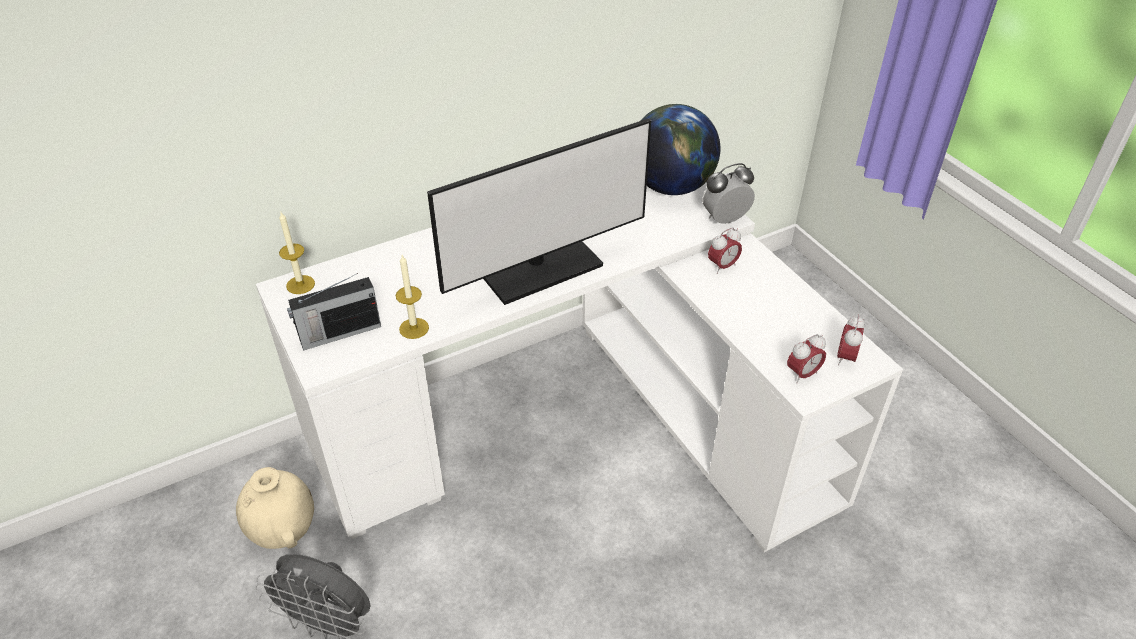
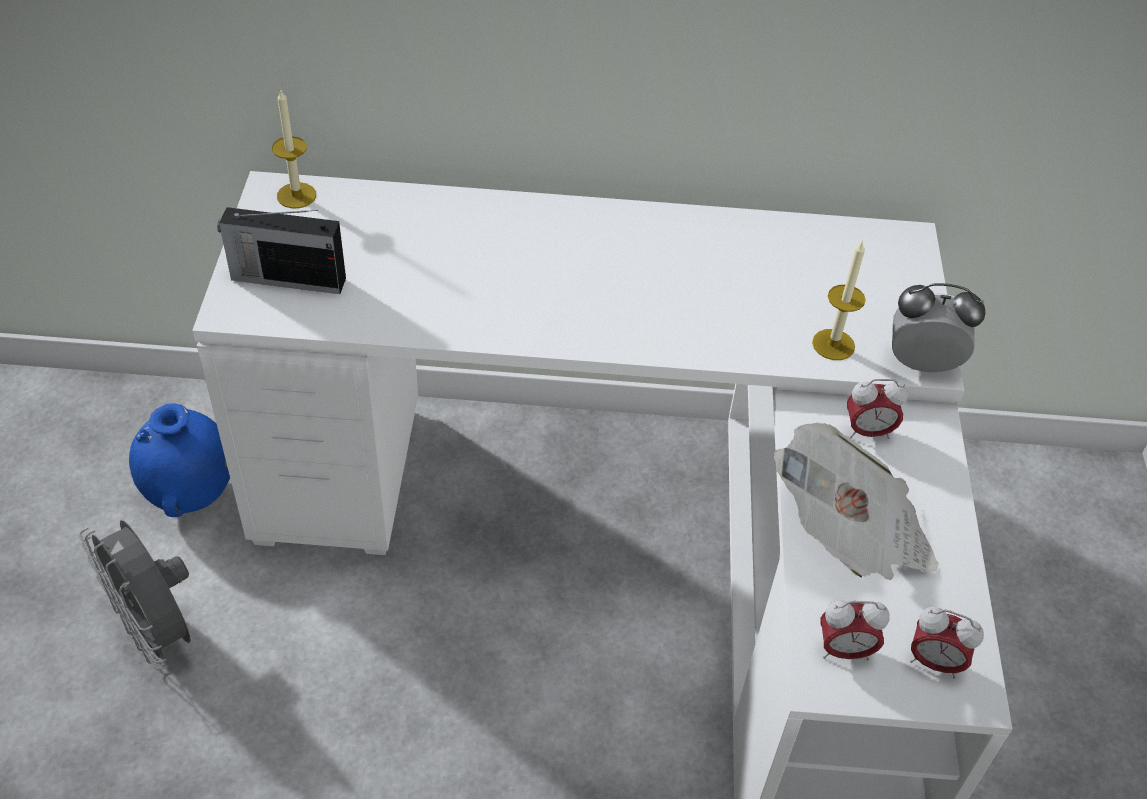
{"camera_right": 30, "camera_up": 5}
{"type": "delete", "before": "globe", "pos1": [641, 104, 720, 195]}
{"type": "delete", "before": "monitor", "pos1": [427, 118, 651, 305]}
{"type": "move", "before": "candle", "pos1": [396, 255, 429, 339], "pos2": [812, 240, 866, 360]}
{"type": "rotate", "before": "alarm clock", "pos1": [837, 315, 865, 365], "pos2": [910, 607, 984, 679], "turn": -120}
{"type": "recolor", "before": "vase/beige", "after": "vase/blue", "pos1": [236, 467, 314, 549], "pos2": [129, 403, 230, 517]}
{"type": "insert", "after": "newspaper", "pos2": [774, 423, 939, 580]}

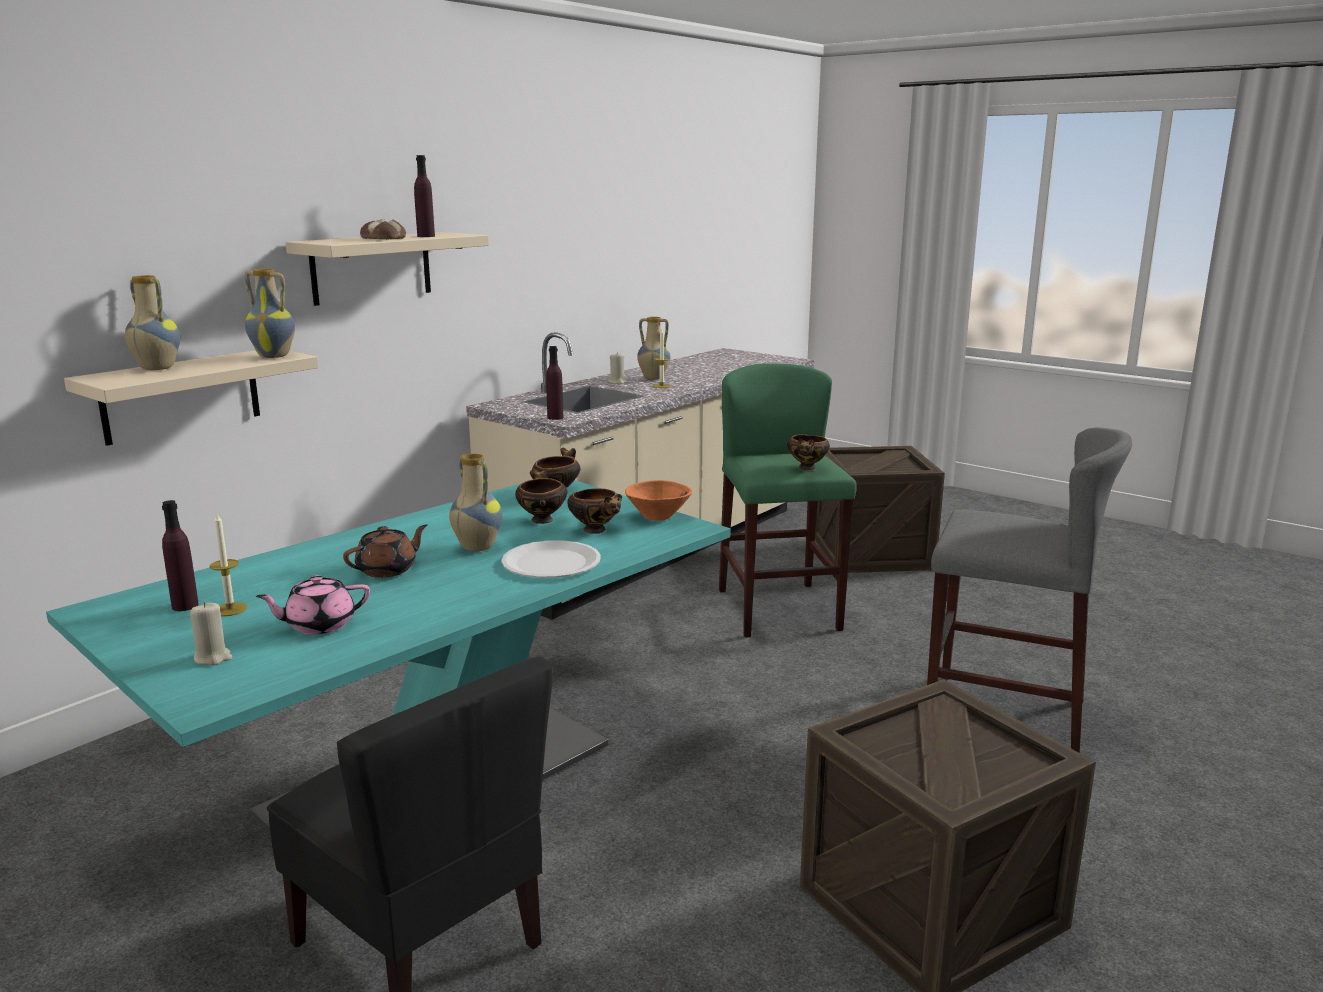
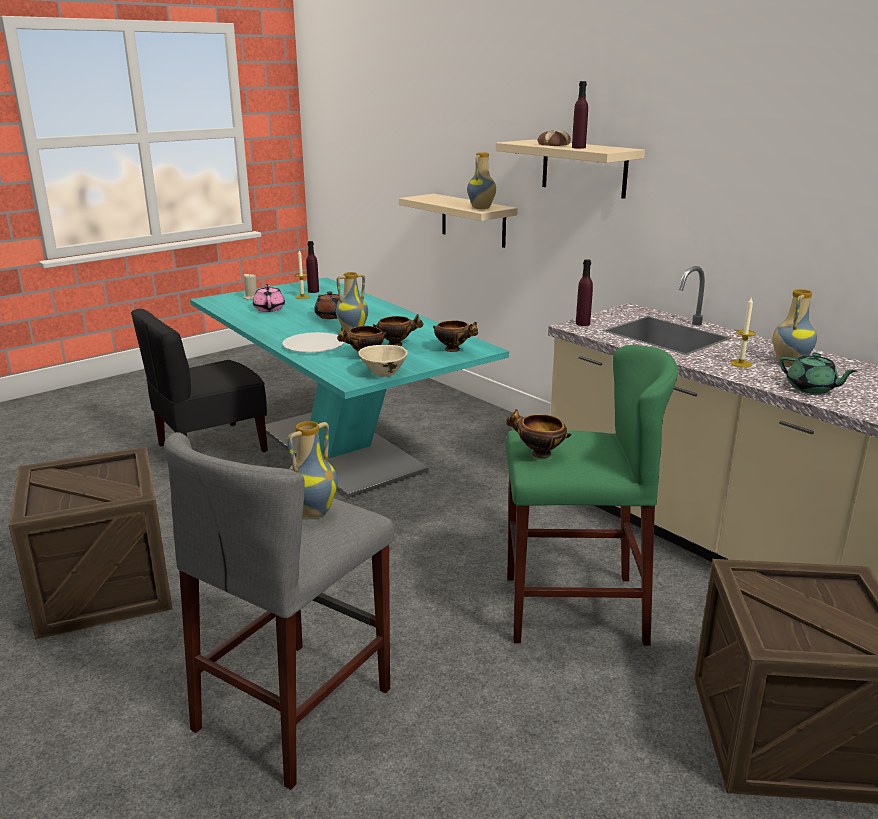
{"camera_right": 100, "camera_up": 5}
{"type": "move", "before": "vase", "pos1": [125, 275, 180, 370], "pos2": [287, 421, 338, 518]}
{"type": "delete", "before": "candle/beige", "pos1": [608, 352, 628, 384]}
{"type": "recolor", "before": "bowl/orange", "after": "bowl/beige", "pos1": [625, 480, 692, 521], "pos2": [358, 345, 408, 377]}
{"type": "insert", "after": "teapot/green", "pos2": [779, 353, 857, 394]}

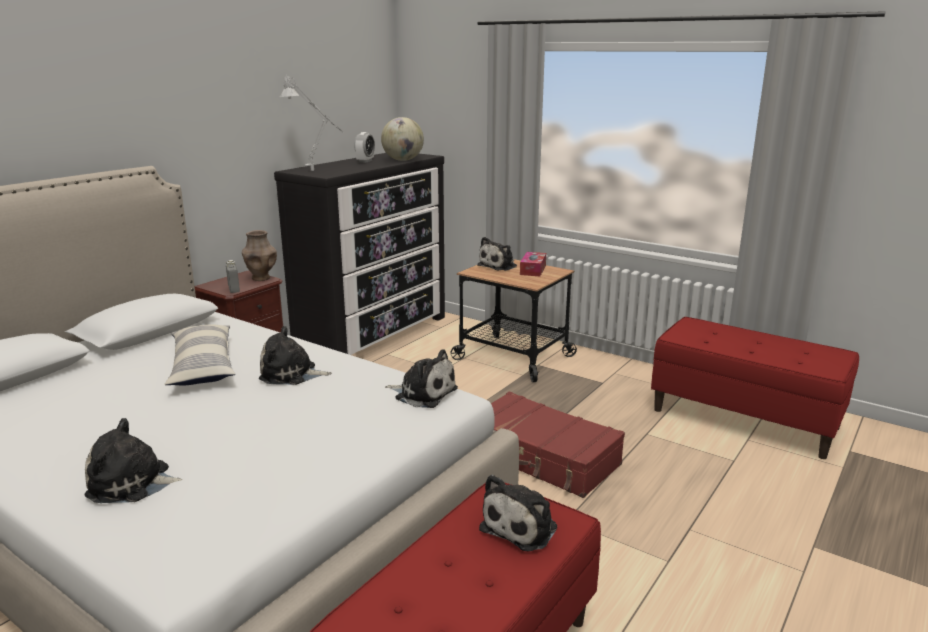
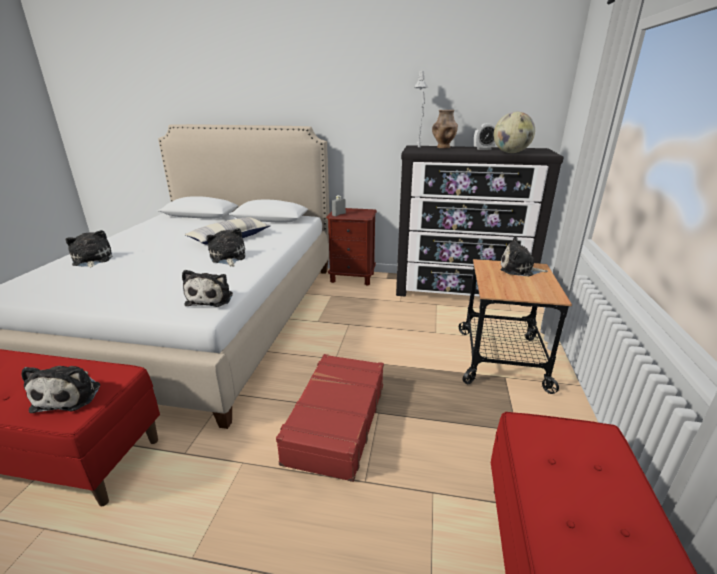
{"camera_right": 65, "camera_up": 5}
{"type": "move", "before": "vase/brown", "pos1": [242, 230, 277, 281], "pos2": [432, 110, 458, 148]}
{"type": "delete", "before": "tissue box", "pos1": [520, 252, 546, 276]}
{"type": "rotate", "before": "plush toy", "pos1": [479, 475, 557, 552], "pos2": [22, 366, 100, 413], "turn": -105}

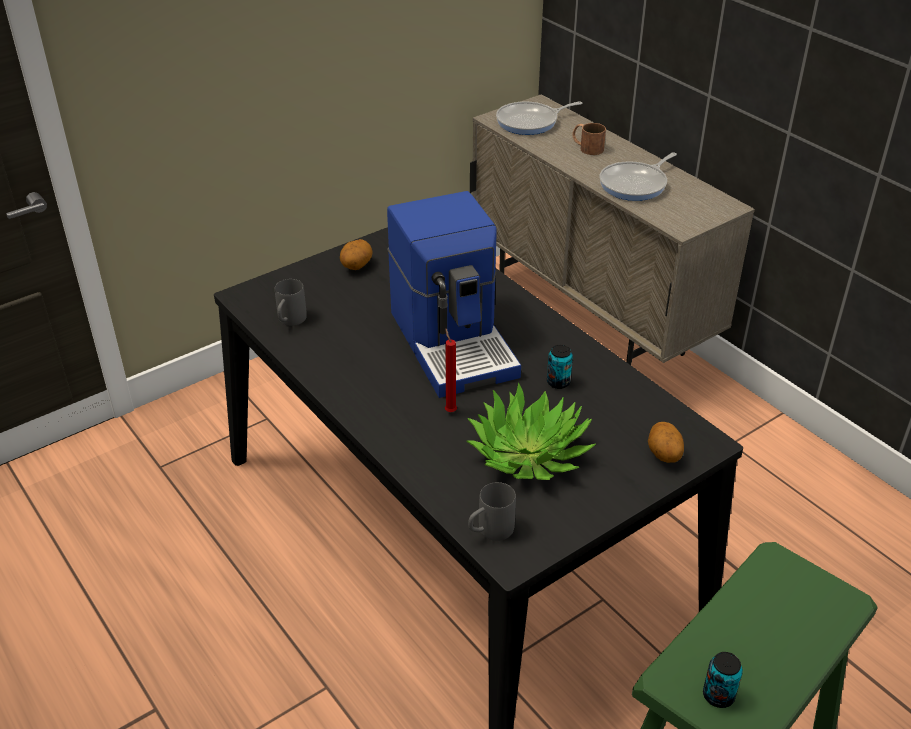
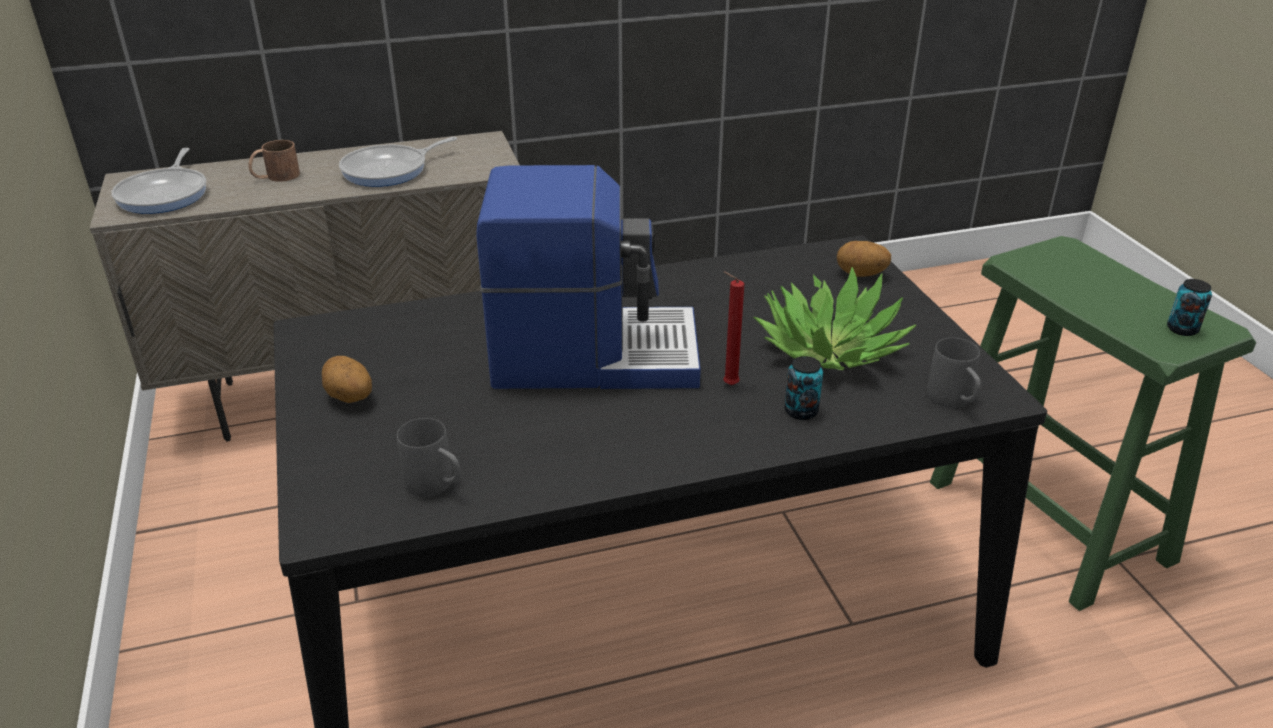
{"camera_right": -70, "camera_up": -5}
{"type": "rotate", "before": "frying pan", "pos1": [599, 152, 677, 201], "pos2": [339, 137, 457, 187], "turn": 75}
{"type": "move", "before": "can", "pos1": [547, 345, 573, 389], "pos2": [785, 356, 823, 420]}

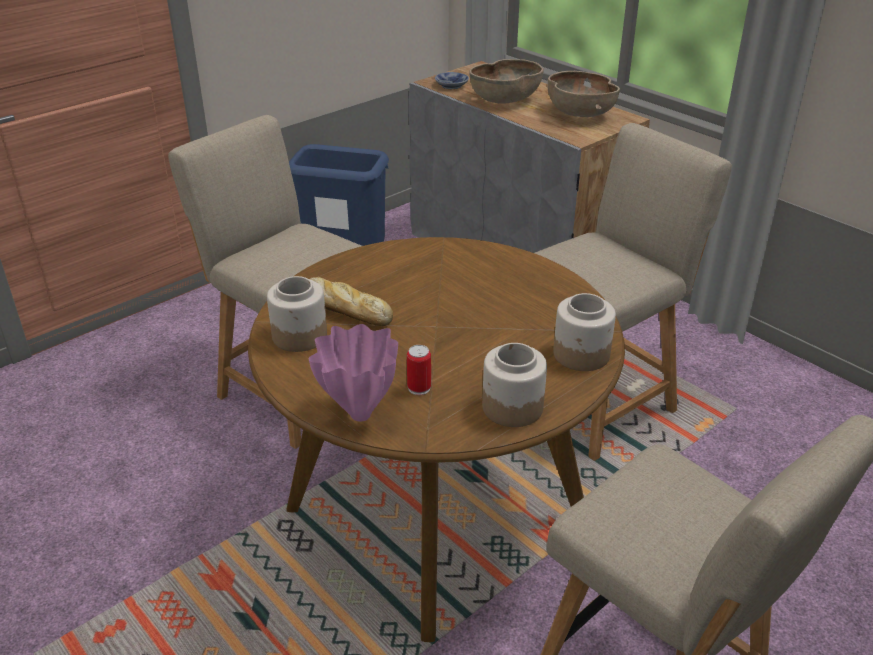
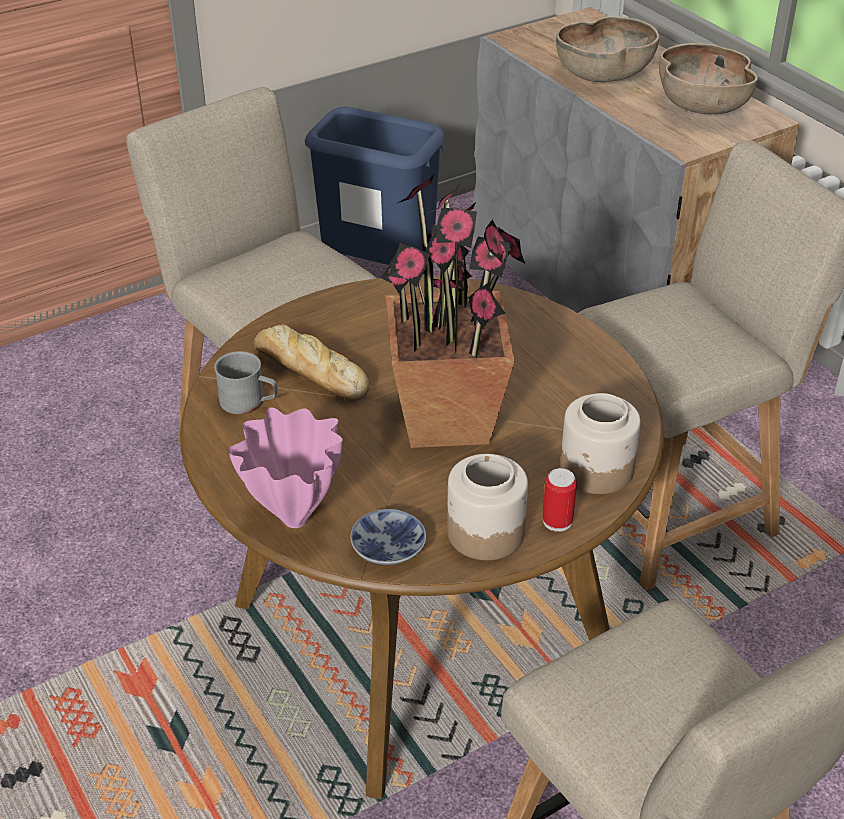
{"camera_right": 10, "camera_up": 5}
{"type": "move", "before": "bowl", "pos1": [435, 72, 469, 89], "pos2": [350, 509, 426, 565]}
{"type": "replace", "before": "jar", "after": "mug/grey", "pos1": [267, 276, 327, 352], "pos2": [214, 351, 277, 414]}
{"type": "move", "before": "can", "pos1": [407, 345, 431, 395], "pos2": [542, 468, 577, 532]}
{"type": "insert", "after": "potted plant", "pos2": [381, 175, 525, 448]}

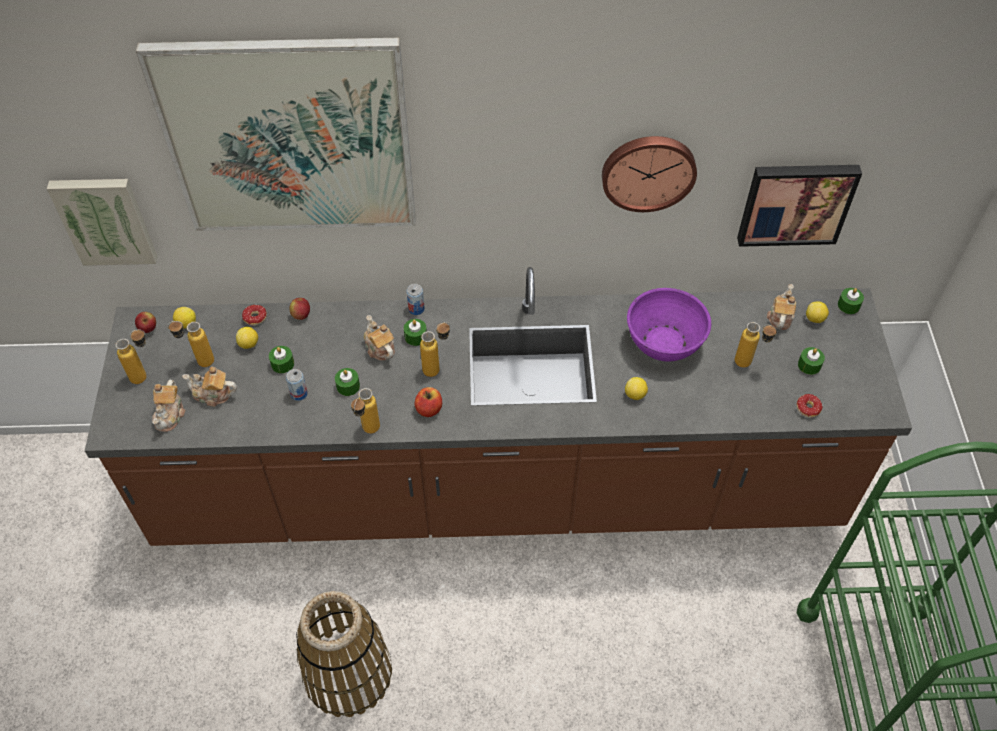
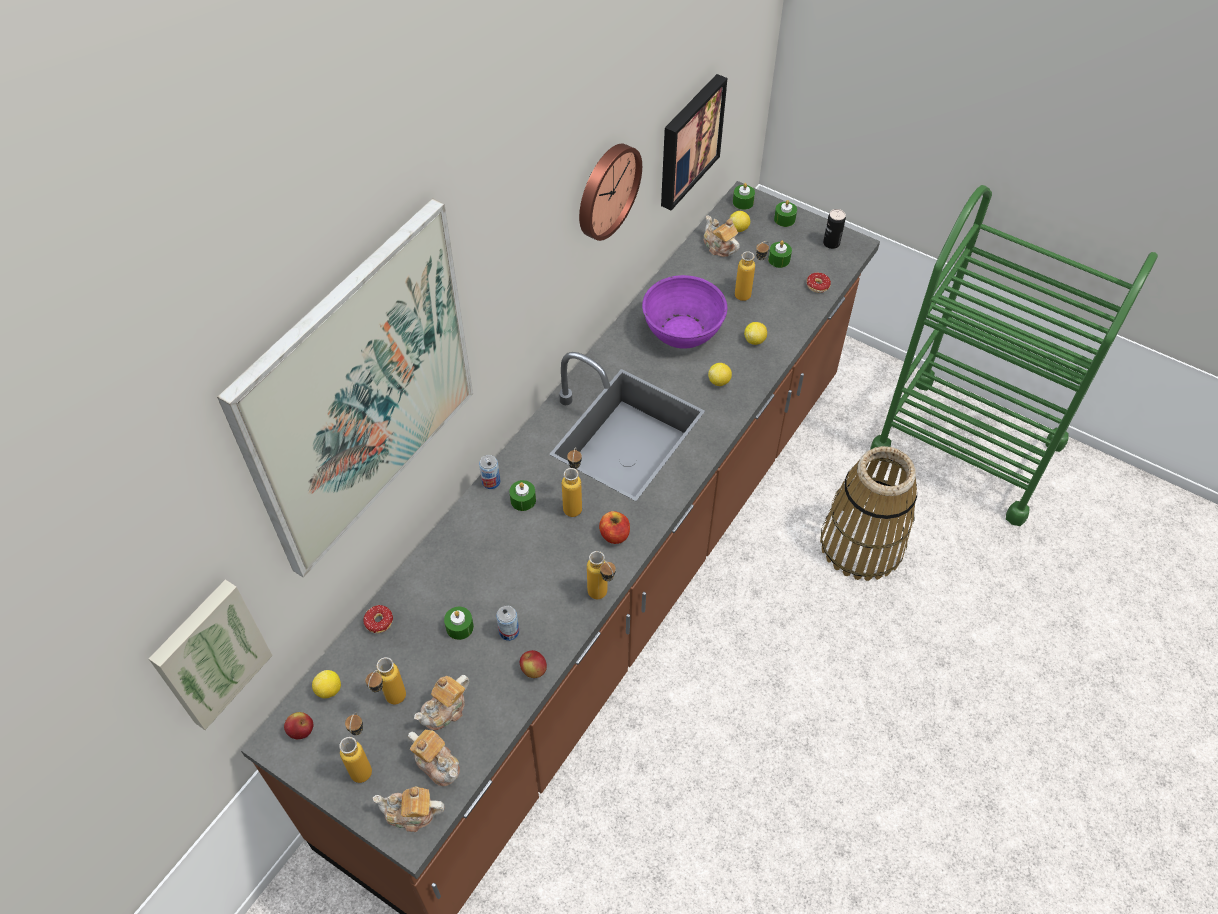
{"camera_right": -55, "camera_up": 0}
{"type": "move", "before": "apple", "pos1": [289, 298, 310, 320], "pos2": [520, 650, 547, 678]}
{"type": "move", "before": "teapot", "pos1": [364, 315, 395, 361], "pos2": [373, 787, 444, 832]}
{"type": "move", "before": "lemon", "pos1": [236, 327, 258, 349], "pos2": [744, 322, 767, 345]}
{"type": "move", "before": "candle/green", "pos1": [335, 368, 360, 396], "pos2": [774, 200, 797, 227]}
{"type": "move", "before": "basket", "pos1": [296, 591, 392, 717], "pos2": [820, 446, 917, 581]}
{"type": "insert", "after": "can", "pos2": [823, 209, 846, 249]}

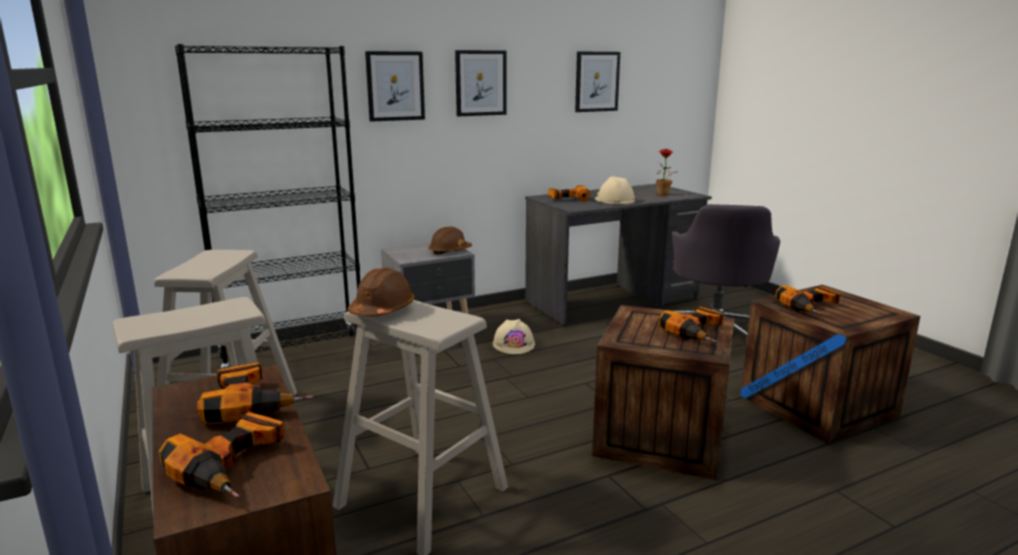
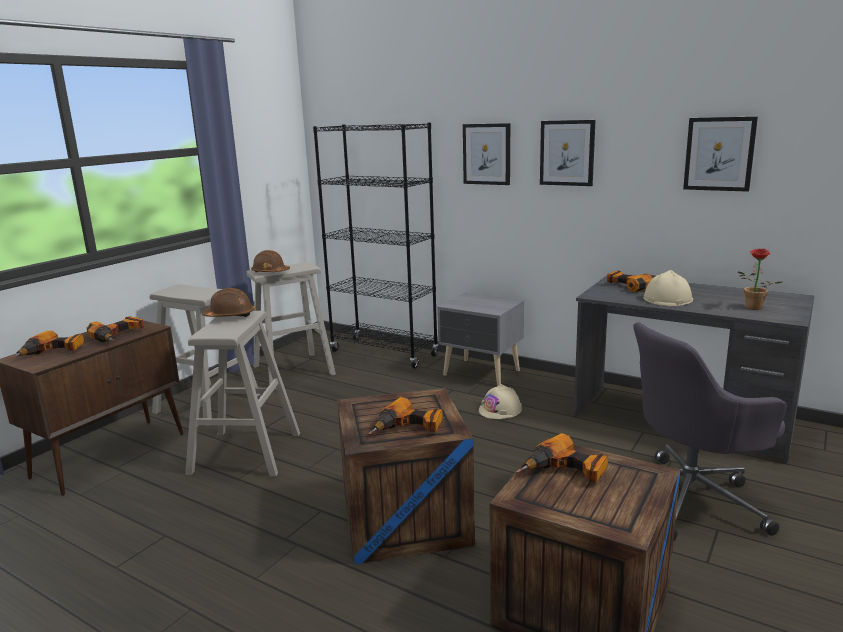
{"camera_right": 60, "camera_up": 0}
{"type": "move", "before": "hard hat/brown", "pos1": [429, 226, 472, 254], "pos2": [251, 250, 290, 272]}

